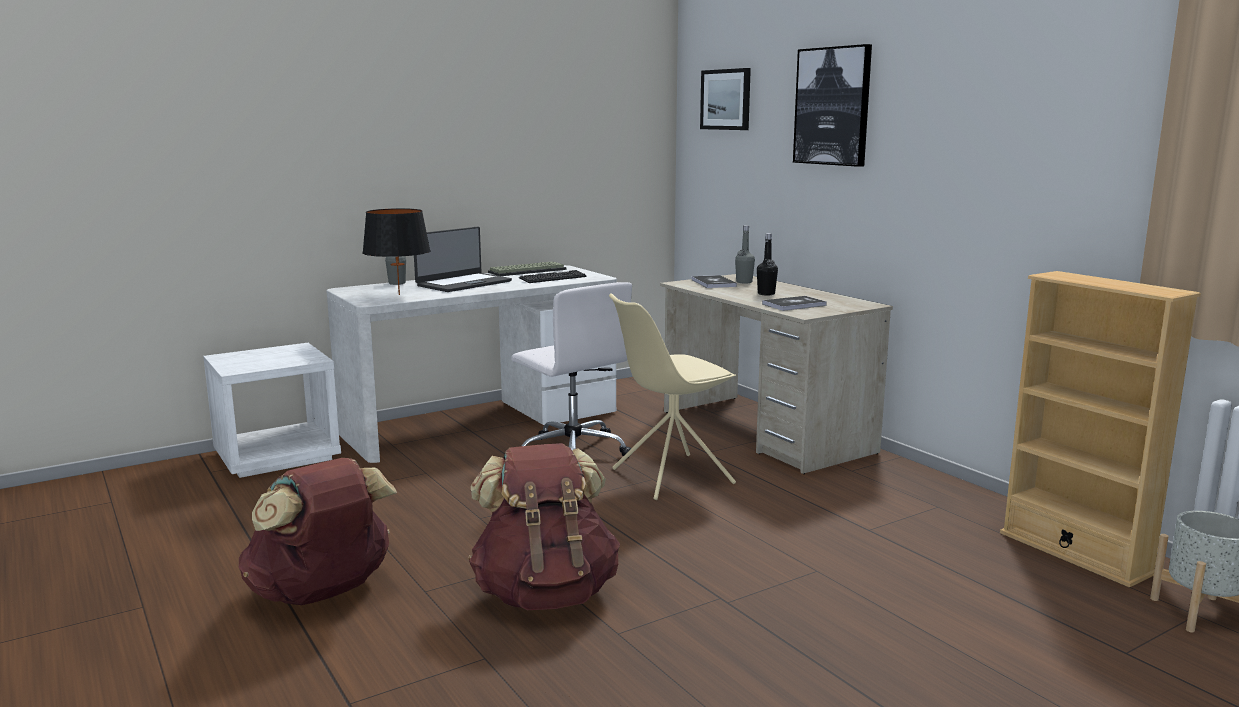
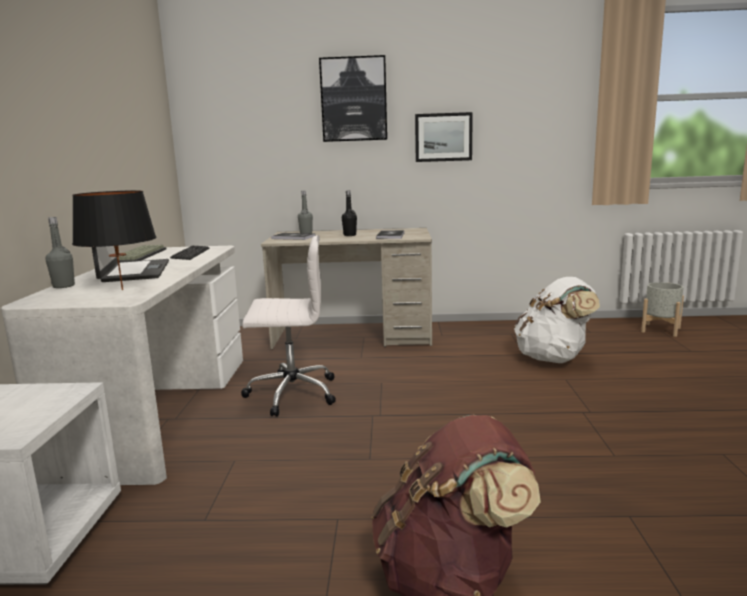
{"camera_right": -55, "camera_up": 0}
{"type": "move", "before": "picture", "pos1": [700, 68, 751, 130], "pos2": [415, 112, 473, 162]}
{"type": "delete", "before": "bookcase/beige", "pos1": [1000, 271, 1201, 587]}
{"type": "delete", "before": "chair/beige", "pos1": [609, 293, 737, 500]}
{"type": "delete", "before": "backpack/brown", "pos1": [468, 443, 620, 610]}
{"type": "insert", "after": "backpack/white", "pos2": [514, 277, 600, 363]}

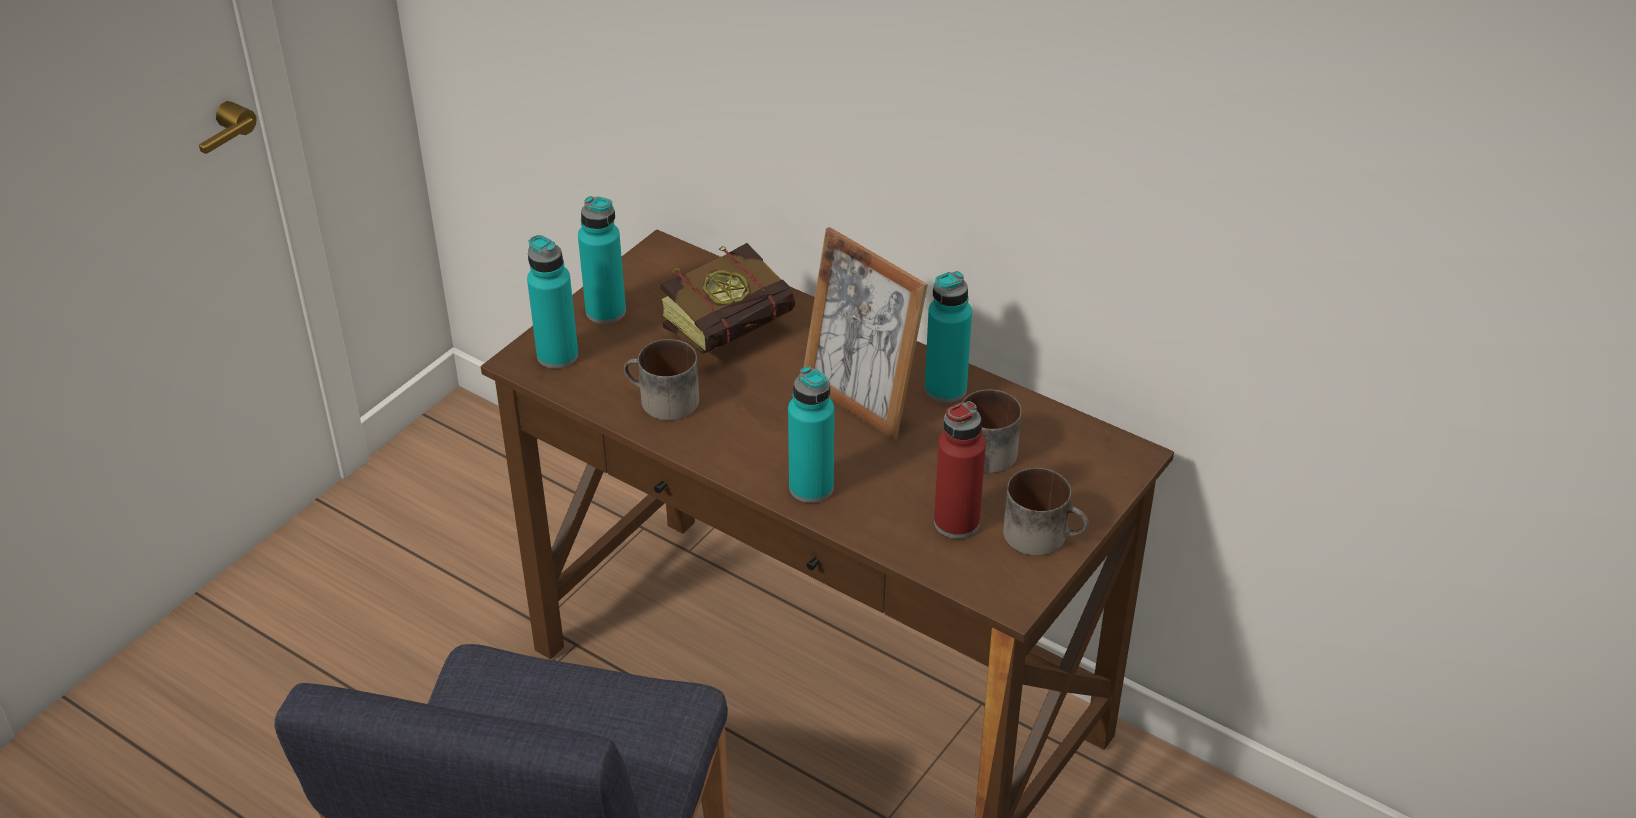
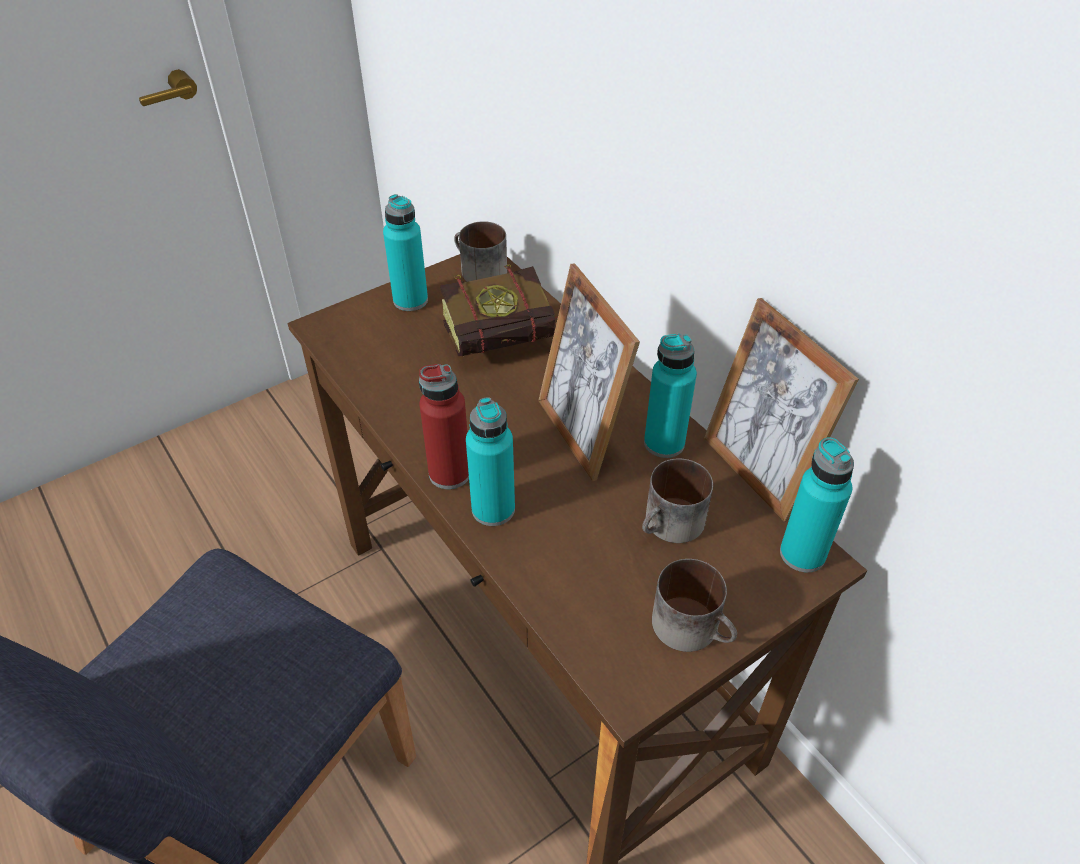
{"camera_right": 20, "camera_up": 5}
{"type": "move", "before": "bottle/turquoise", "pos1": [527, 235, 578, 369], "pos2": [780, 437, 854, 572]}
{"type": "move", "before": "mug", "pos1": [623, 339, 699, 420], "pos2": [454, 221, 507, 282]}
{"type": "move", "before": "bottle/red", "pos1": [934, 401, 986, 539], "pos2": [419, 364, 469, 489]}
{"type": "insert", "after": "picture frame", "pos2": [704, 298, 859, 522]}

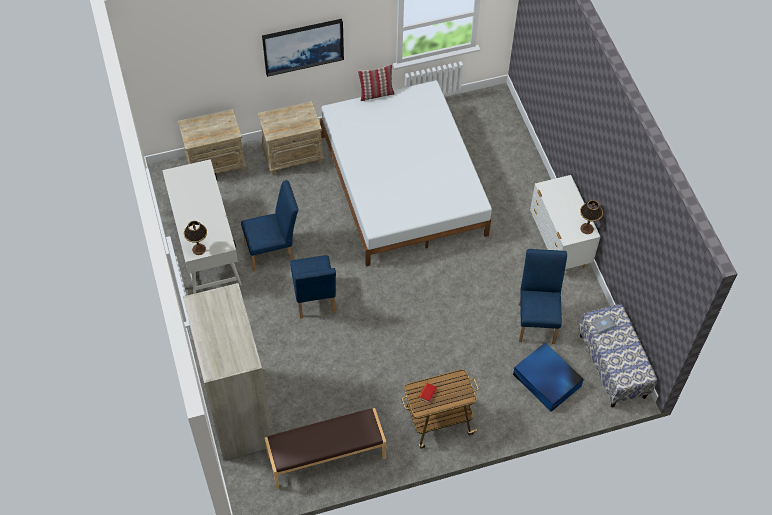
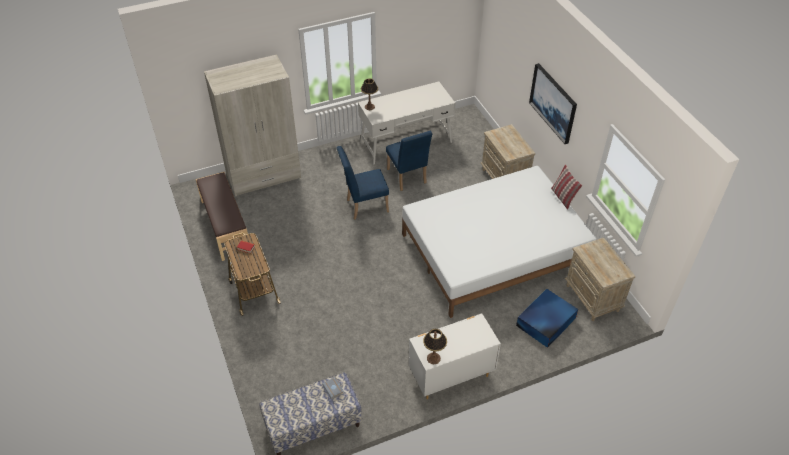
{"camera_right": 85, "camera_up": -10}
{"type": "move", "before": "nightstand/beige", "pos1": [178, 109, 247, 174], "pos2": [565, 238, 635, 321]}
{"type": "delete", "before": "chair/blue", "pos1": [519, 249, 567, 344]}
{"type": "move", "before": "storage box/blue", "pos1": [513, 343, 584, 412], "pos2": [516, 289, 578, 348]}

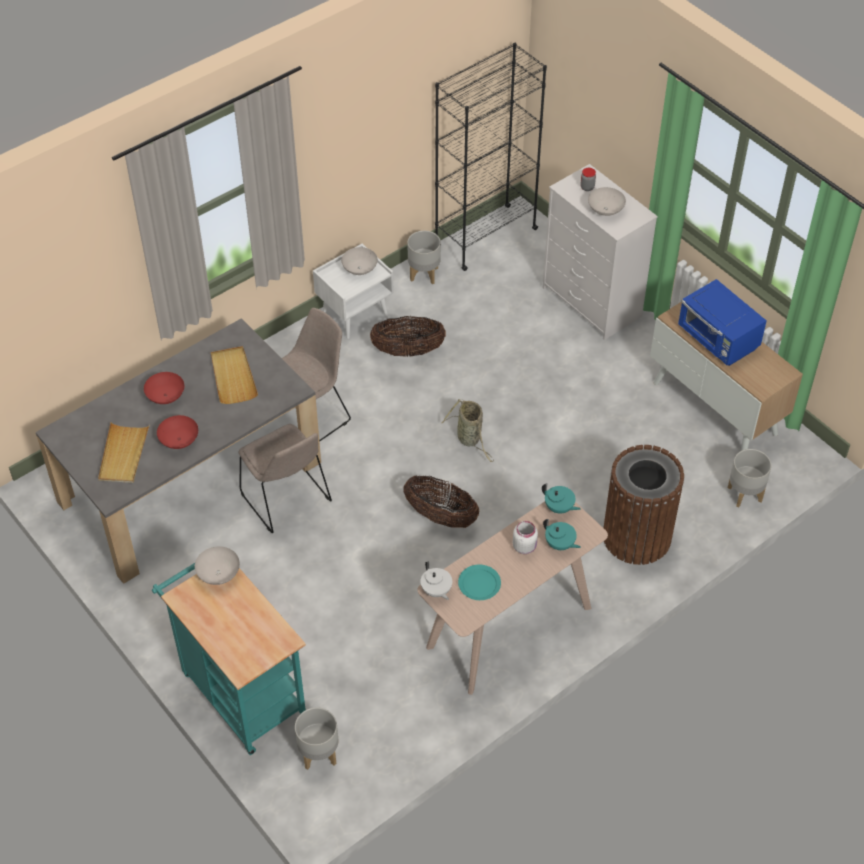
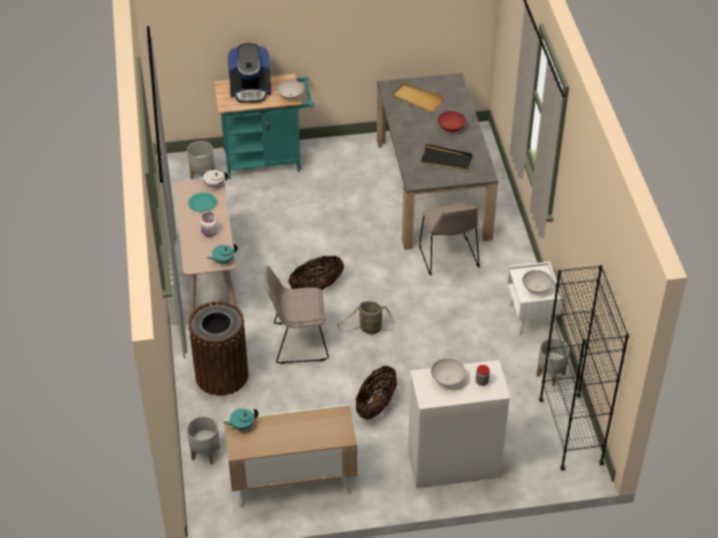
{"camera_right": 120, "camera_up": -5}
{"type": "delete", "before": "microwave/blue", "pos1": [678, 279, 767, 366]}
{"type": "move", "before": "basket", "pos1": [370, 316, 446, 357], "pos2": [356, 366, 397, 420]}
{"type": "recolor", "before": "tray/beige", "after": "tray/black", "pos1": [211, 346, 258, 404], "pos2": [420, 144, 473, 172]}
{"type": "delete", "before": "bowl/red", "pos1": [157, 415, 198, 449]}
{"type": "move", "before": "chair/beige", "pos1": [239, 424, 332, 533], "pos2": [264, 266, 329, 364]}
{"type": "move", "before": "teapot/turquoise", "pos1": [543, 519, 581, 550], "pos2": [224, 408, 258, 430]}
{"type": "insert", "after": "coffee machine", "pos2": [228, 43, 271, 103]}

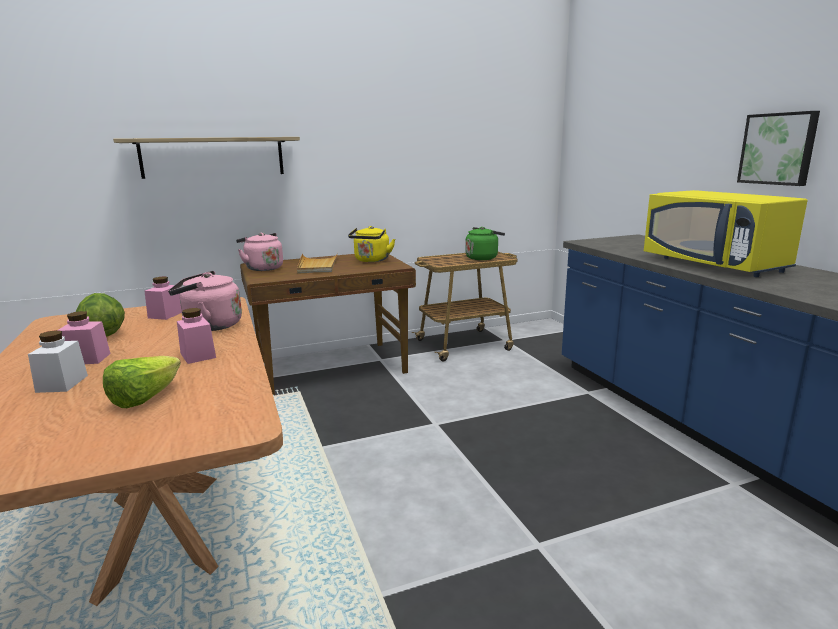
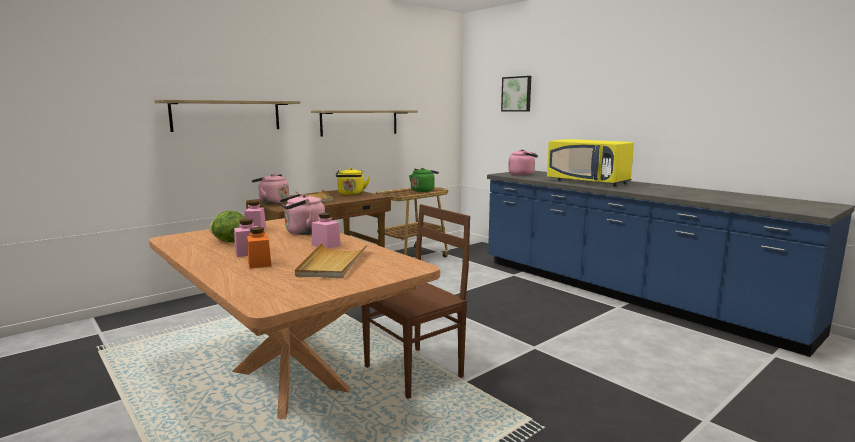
{"camera_right": -20, "camera_up": -5}
{"type": "move", "before": "picture", "pos1": [737, 111, 820, 186], "pos2": [501, 76, 531, 111]}
{"type": "recolor", "before": "jar/white", "after": "jar/orange", "pos1": [28, 330, 88, 393], "pos2": [247, 227, 271, 269]}
{"type": "replace", "before": "lettuce", "after": "tray/beige", "pos1": [103, 356, 181, 408], "pos2": [295, 243, 368, 278]}
{"type": "insert", "after": "shelf", "pos2": [311, 110, 418, 137]}
{"type": "insert", "after": "kettle/pink", "pos2": [508, 149, 538, 176]}
{"type": "insert", "after": "chair/brown", "pos2": [361, 204, 470, 399]}

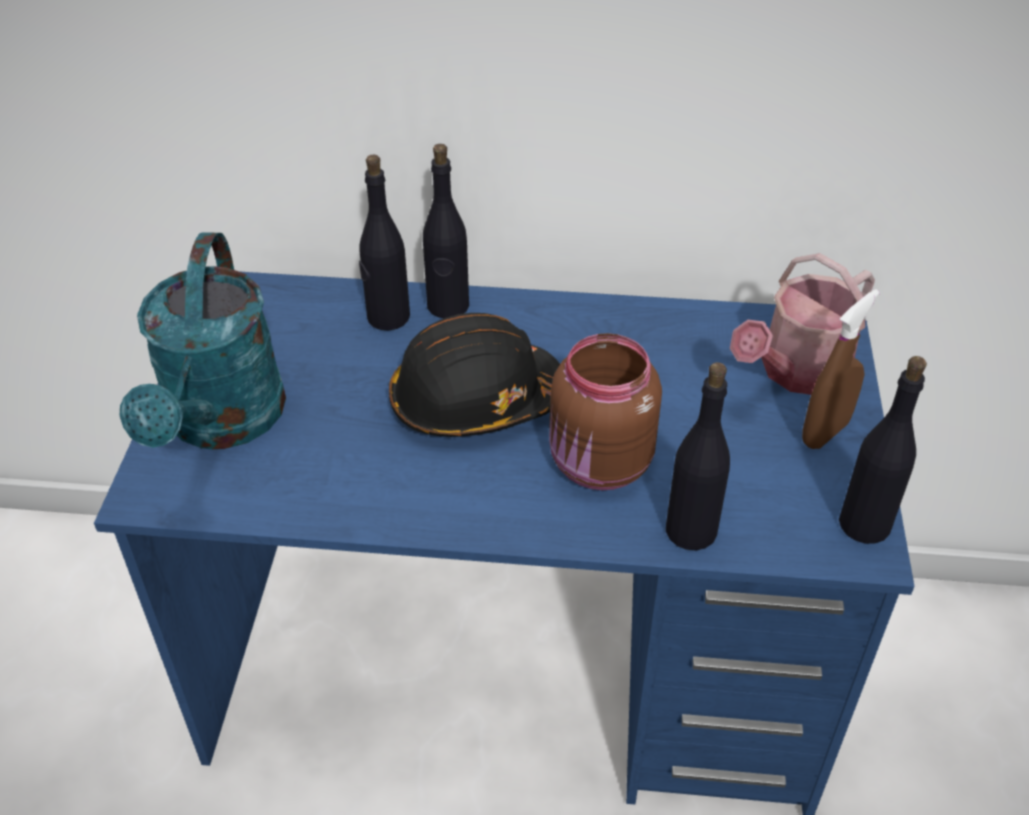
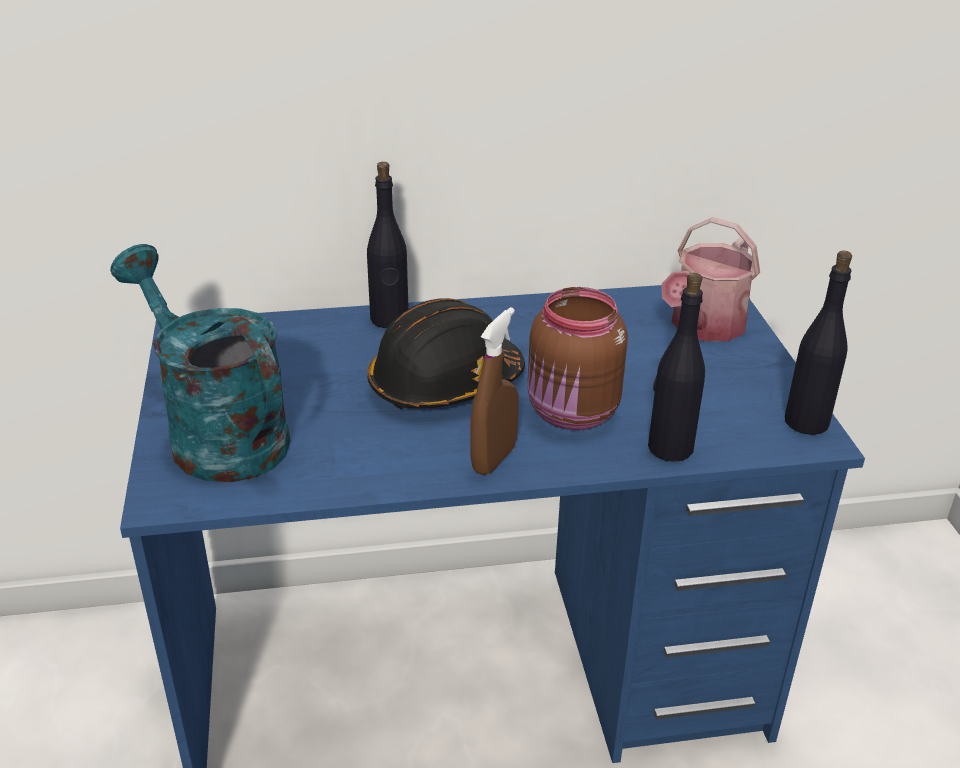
{"camera_right": -15, "camera_up": -10}
{"type": "delete", "before": "bottle/black", "pos1": [359, 155, 410, 331]}
{"type": "rotate", "before": "watering can/turquoise", "pos1": [120, 232, 286, 450], "pos2": [110, 244, 290, 483], "turn": 150}
{"type": "move", "before": "spray bottle/brown", "pos1": [802, 289, 879, 449], "pos2": [471, 307, 519, 475]}

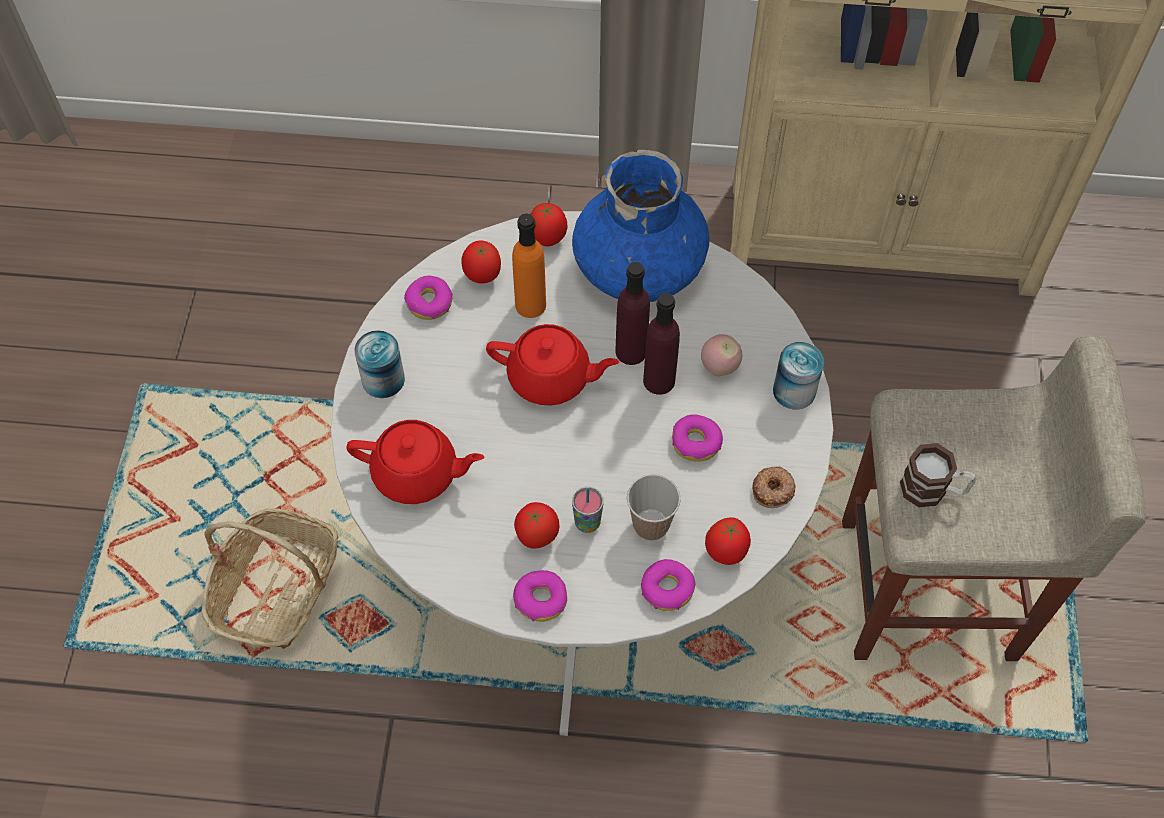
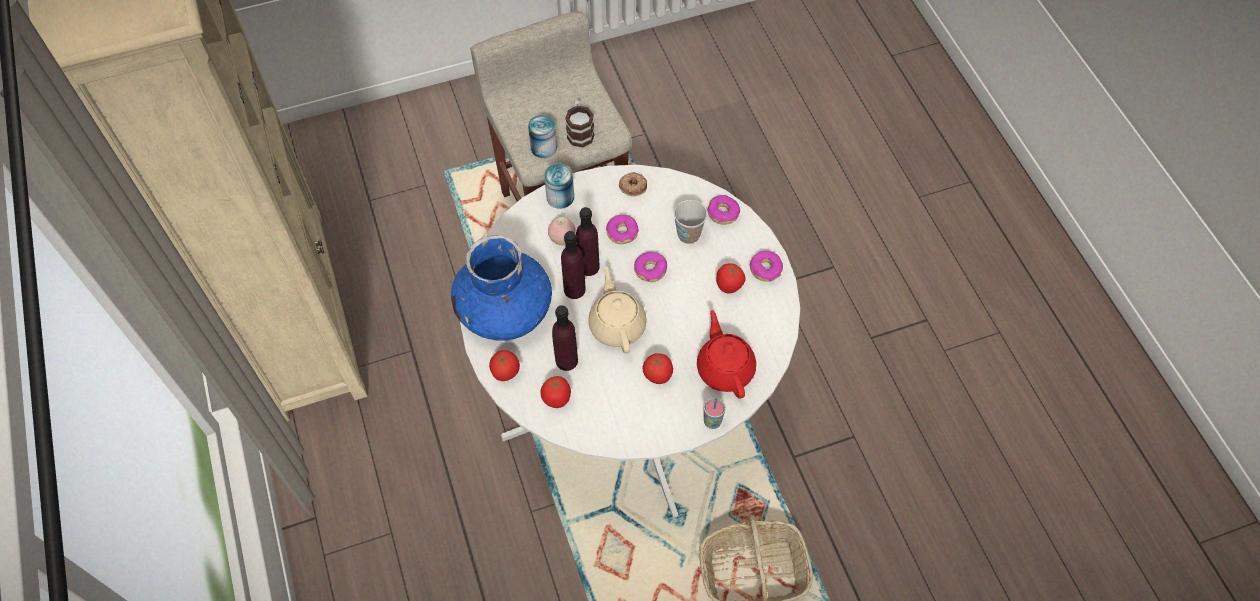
{"camera_right": -115, "camera_up": 0}
{"type": "recolor", "before": "bottle/orange", "after": "bottle/purple", "pos1": [512, 214, 546, 318], "pos2": [552, 305, 578, 371]}
{"type": "move", "before": "donut", "pos1": [404, 276, 453, 320], "pos2": [634, 252, 667, 282]}
{"type": "recolor", "before": "teapot/red", "after": "teapot/beige", "pos1": [486, 324, 620, 406], "pos2": [588, 267, 647, 353]}
{"type": "move", "before": "can", "pos1": [354, 330, 405, 398], "pos2": [528, 115, 557, 158]}
{"type": "move", "before": "cup", "pos1": [572, 487, 604, 533], "pos2": [704, 398, 726, 429]}
{"type": "move", "before": "tomato", "pos1": [705, 517, 751, 565], "pos2": [642, 353, 673, 384]}

